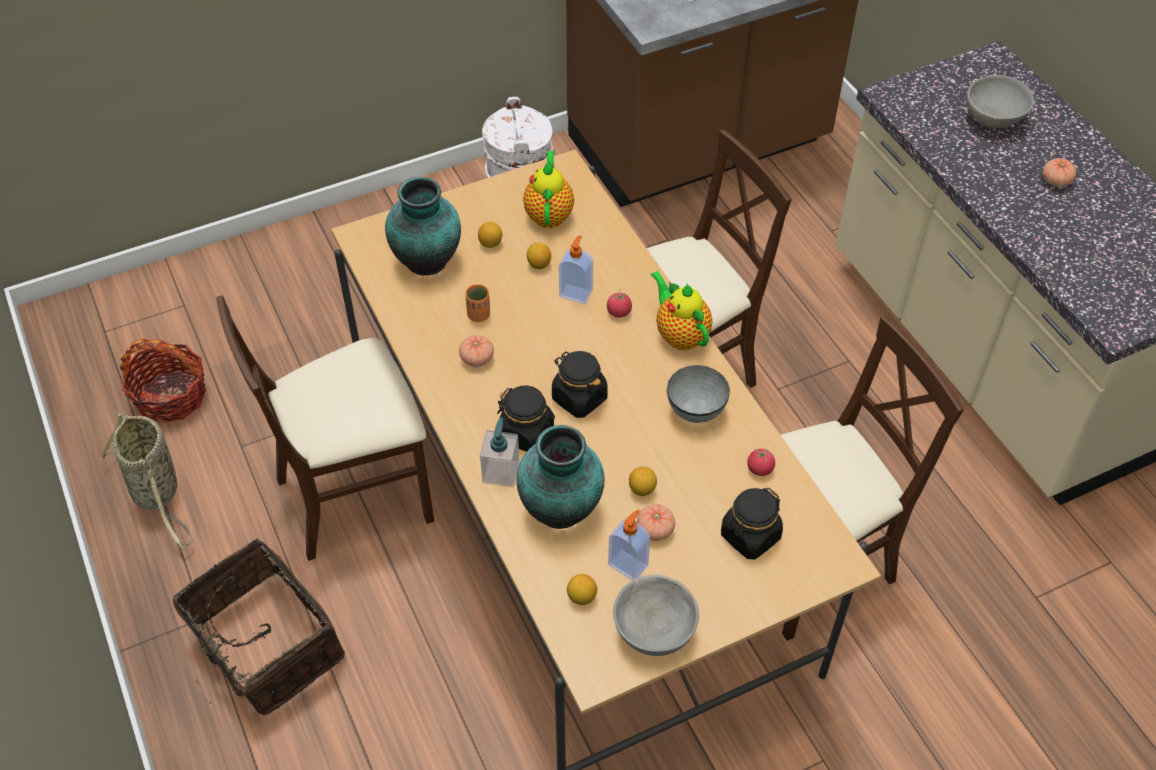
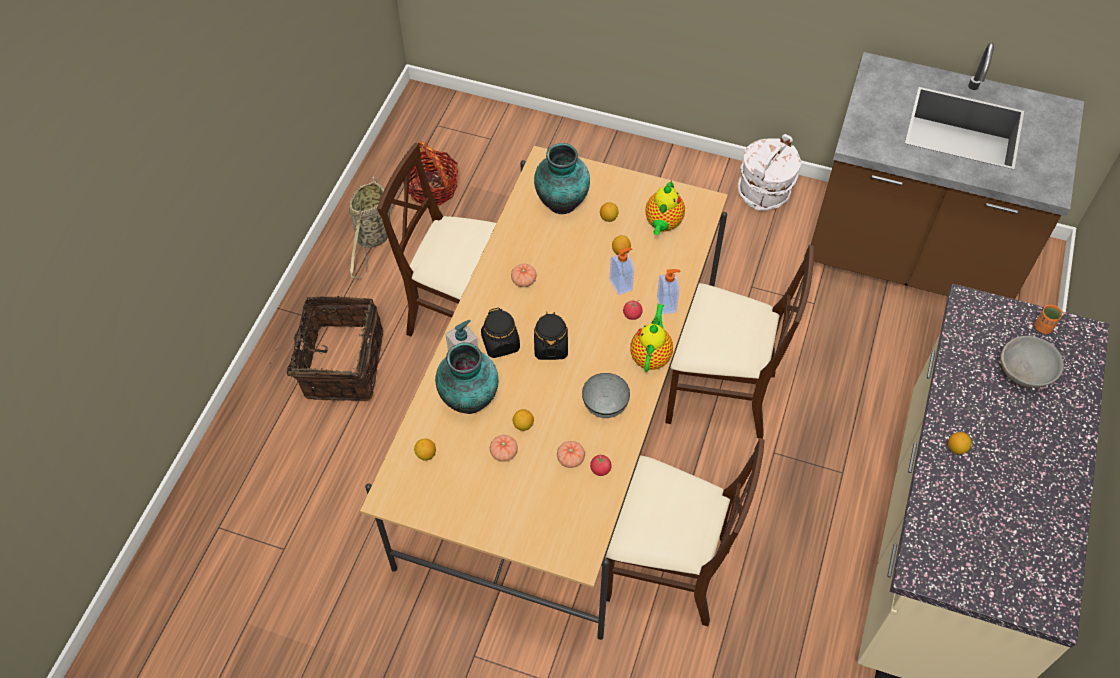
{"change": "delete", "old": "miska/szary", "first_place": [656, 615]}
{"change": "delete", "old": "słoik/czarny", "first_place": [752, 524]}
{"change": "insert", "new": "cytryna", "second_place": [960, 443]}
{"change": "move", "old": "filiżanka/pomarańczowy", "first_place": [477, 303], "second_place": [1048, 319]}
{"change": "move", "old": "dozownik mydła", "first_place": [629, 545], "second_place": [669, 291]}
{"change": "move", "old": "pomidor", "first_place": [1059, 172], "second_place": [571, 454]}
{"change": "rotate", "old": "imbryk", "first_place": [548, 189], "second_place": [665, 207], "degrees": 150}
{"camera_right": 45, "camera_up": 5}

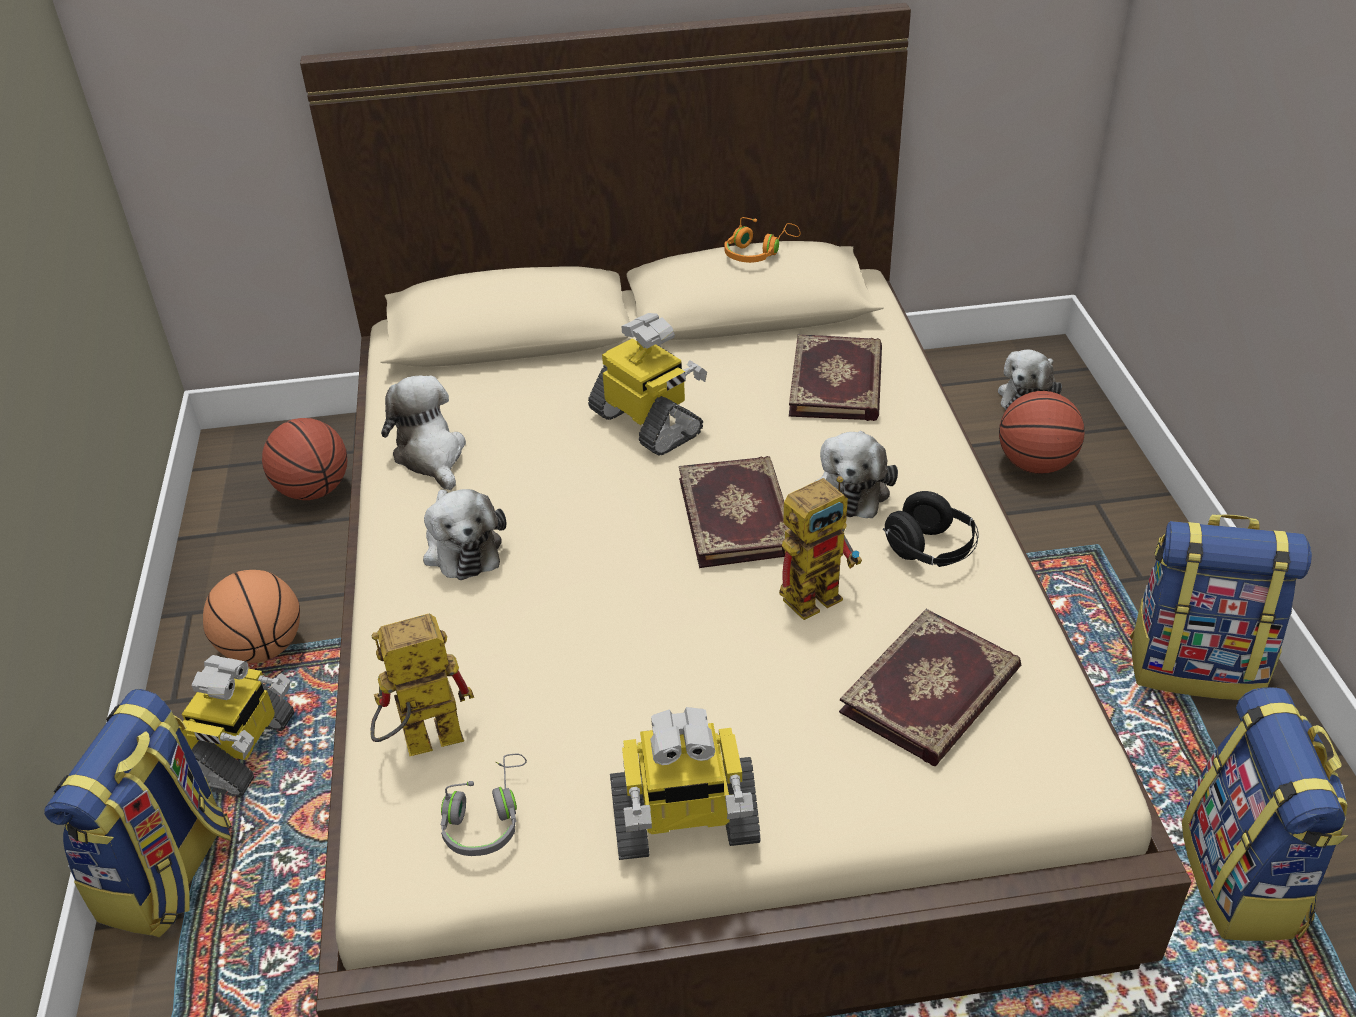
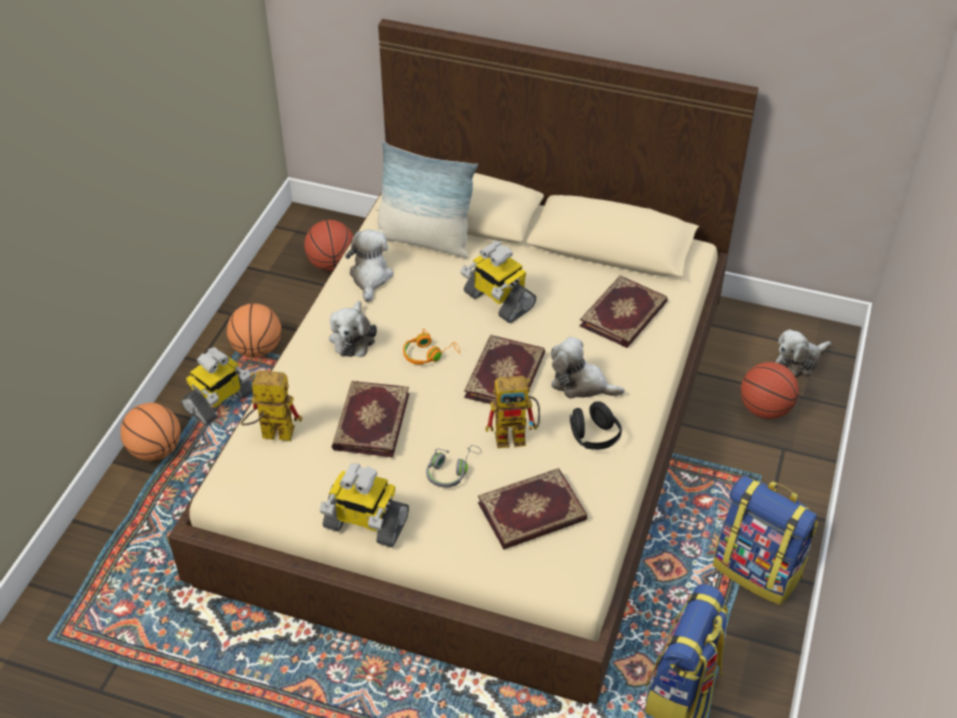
{"change": "insert", "new": "książka", "second_place": [370, 419]}
{"change": "insert", "new": "poduszka", "second_place": [427, 200]}
{"change": "move", "old": "słuchawki/szary", "first_place": [484, 805], "second_place": [454, 466]}
{"change": "move", "old": "słuchawki/pomarańczowy", "first_place": [762, 240], "second_place": [431, 346]}
{"change": "replace", "old": "plecak", "new": "piłka do koszykówki", "first_place": [138, 813], "second_place": [151, 432]}
{"change": "rotate", "old": "robot zabawkowy", "first_place": [647, 384], "second_place": [498, 282], "degrees": 150}
{"change": "rotate", "old": "pluszak", "first_place": [856, 474], "second_place": [587, 367], "degrees": 75}
{"camera_right": 25, "camera_up": 5}

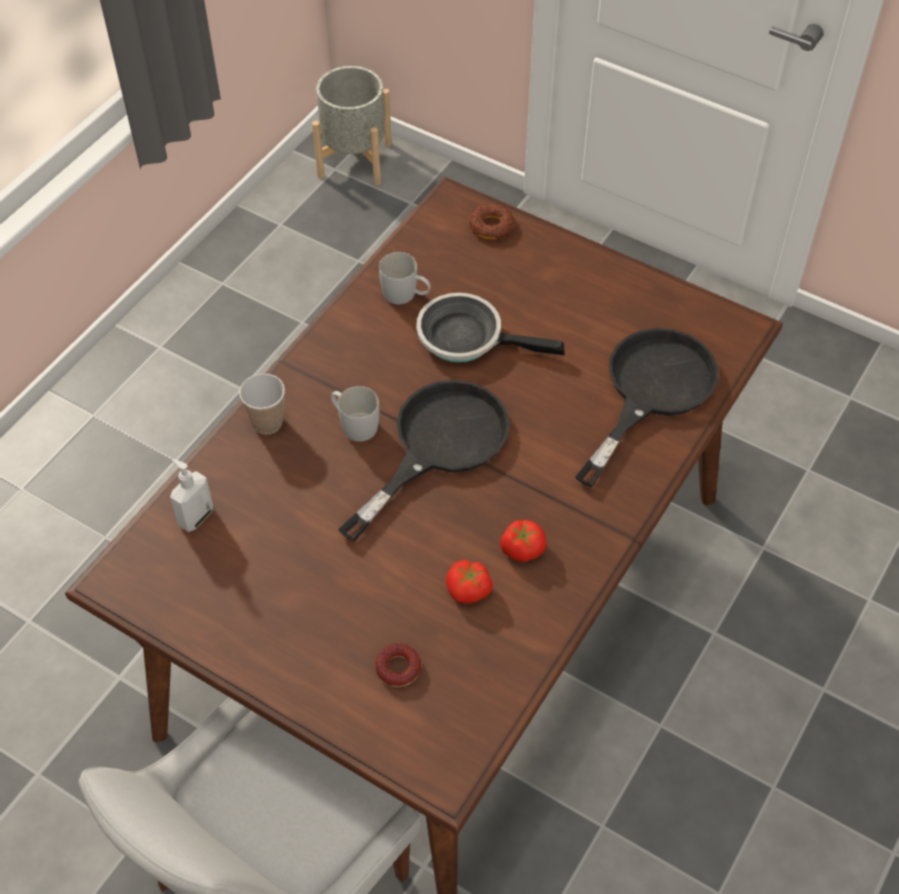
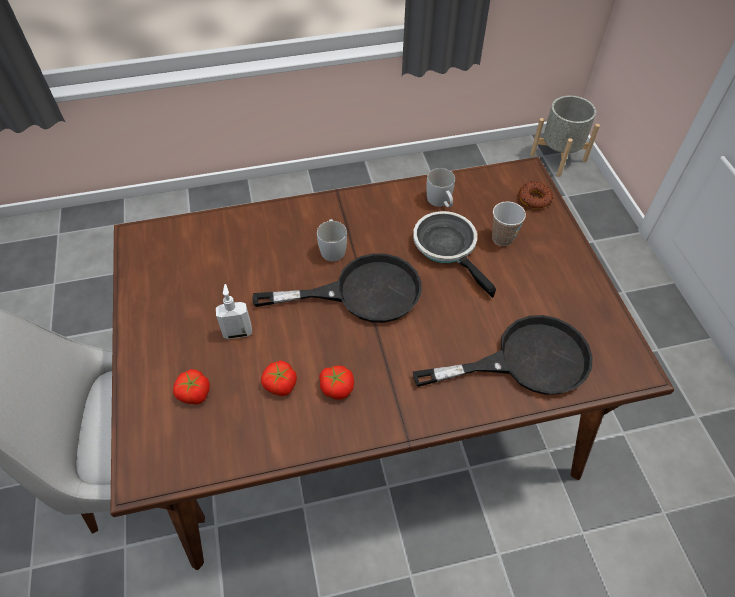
{"change": "move", "old": "dozownik mydła", "first_place": [191, 495], "second_place": [234, 311]}
{"change": "move", "old": "filiżanka", "first_place": [262, 403], "second_place": [509, 223]}
{"change": "replace", "old": "donut", "new": "pomidor", "first_place": [398, 665], "second_place": [191, 387]}
{"camera_right": 45, "camera_up": 0}

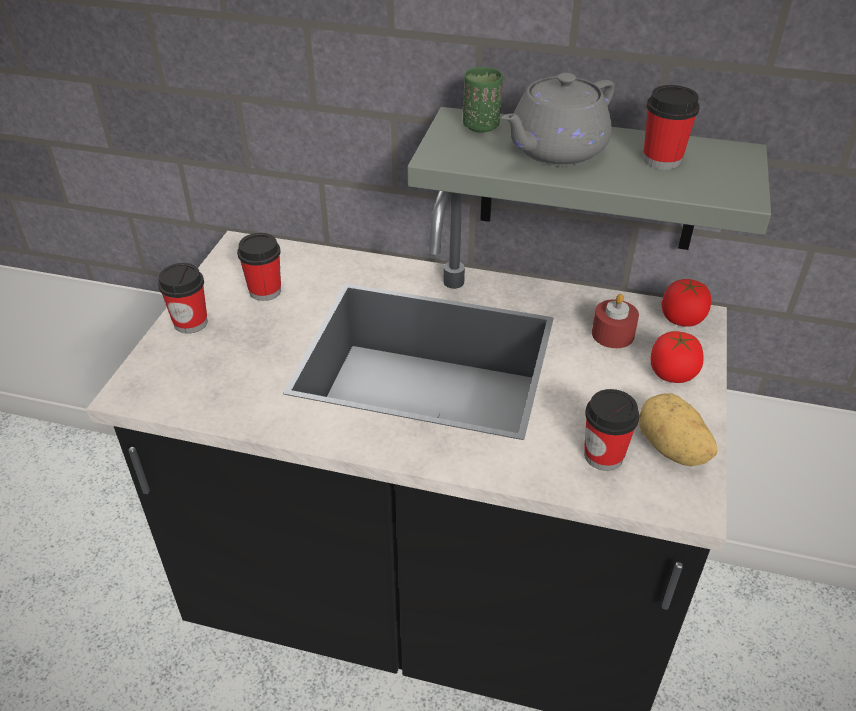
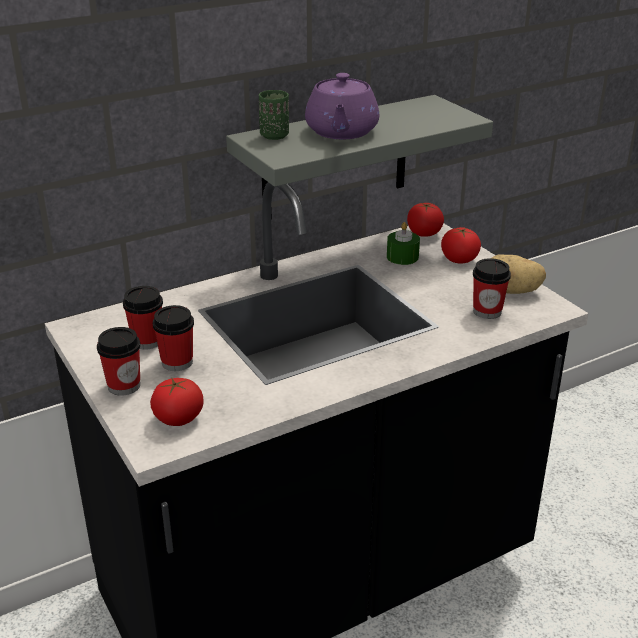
{"change": "insert", "new": "pomidor", "second_place": [176, 401]}
{"change": "move", "old": "filiżanka", "first_place": [671, 127], "second_place": [173, 338]}
{"change": "recolor", "old": "imbryk/szary", "new": "imbryk/fioletowy", "first_place": [558, 119], "second_place": [342, 106]}
{"change": "recolor", "old": "świeca/czerwony", "new": "świeca/zielony", "first_place": [615, 321], "second_place": [403, 243]}
{"camera_right": -45, "camera_up": -10}

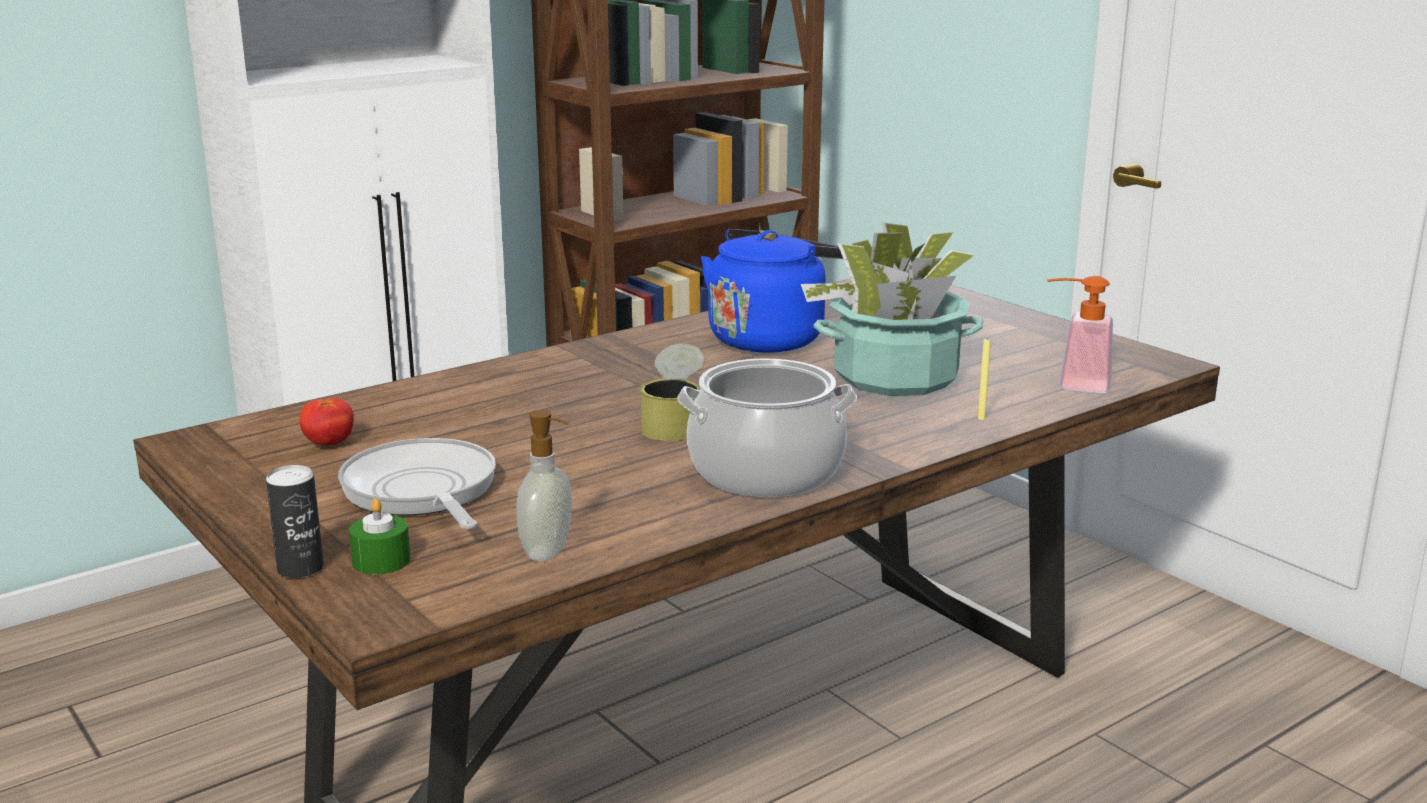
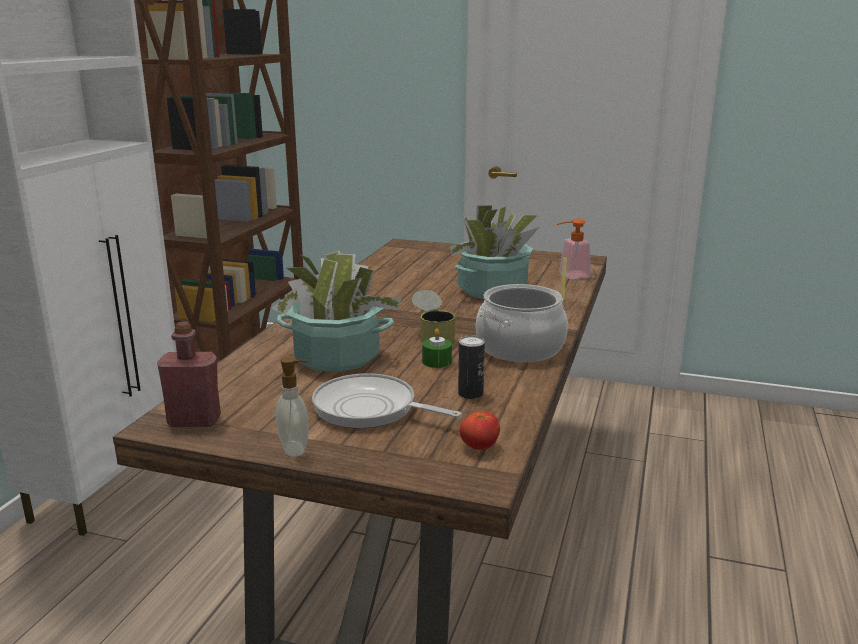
{"change": "delete", "old": "czajnik/niebieski", "first_place": [772, 291]}
{"change": "insert", "new": "butelka/czerwony", "second_place": [189, 374]}
{"change": "insert", "new": "roślina doniczkowa", "second_place": [336, 311]}
{"change": "move", "old": "puszka", "first_place": [295, 521], "second_place": [471, 367]}
{"change": "move", "old": "pomidor", "first_place": [327, 422], "second_place": [480, 430]}
{"change": "move", "old": "świeca/zielony", "first_place": [380, 536], "second_place": [437, 348]}
{"change": "move", "old": "dozownik mydła", "first_place": [544, 485], "second_place": [292, 407]}
{"camera_right": -35, "camera_up": 0}

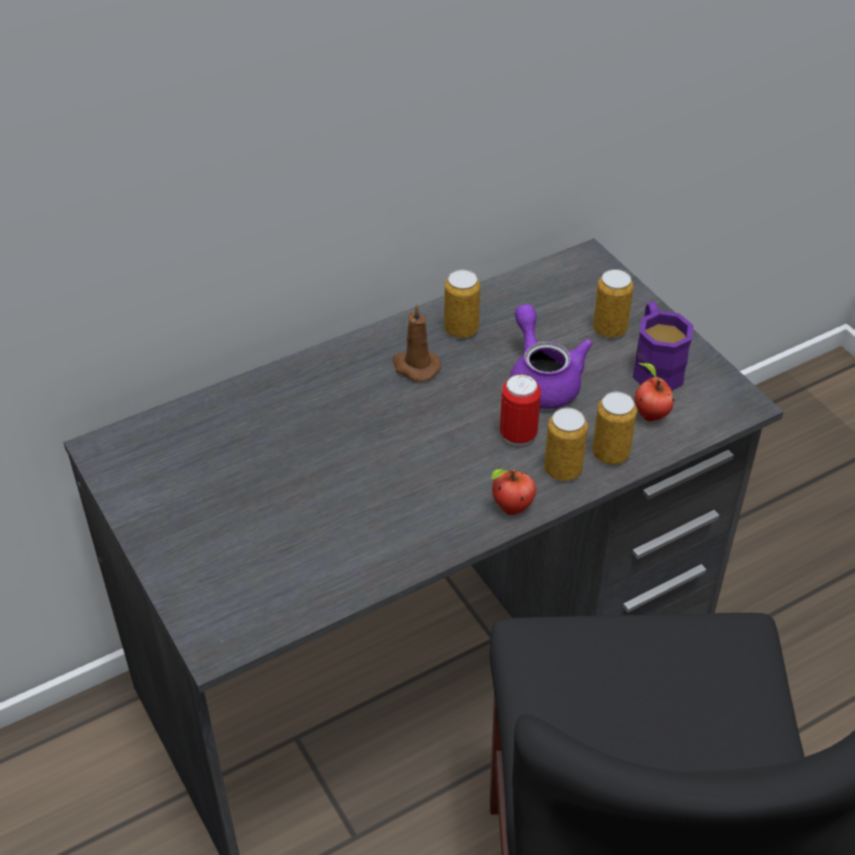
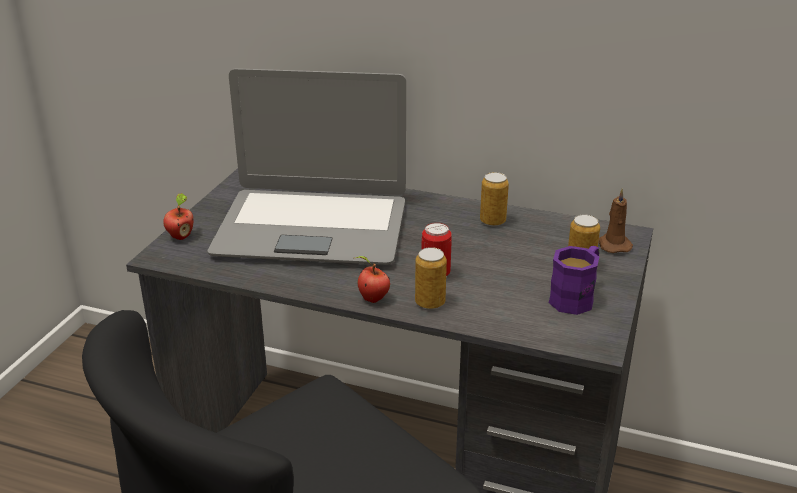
{"change": "delete", "old": "imbryk/fioletowy", "first_place": [551, 356]}
{"change": "delete", "old": "puszka", "first_place": [614, 428]}
{"change": "insert", "new": "laptop", "second_place": [307, 166]}
{"change": "move", "old": "świeca/brązowy", "first_place": [416, 342], "second_place": [615, 220]}
{"change": "move", "old": "jabłko", "first_place": [654, 391], "second_place": [178, 216]}
{"camera_right": 50, "camera_up": -15}

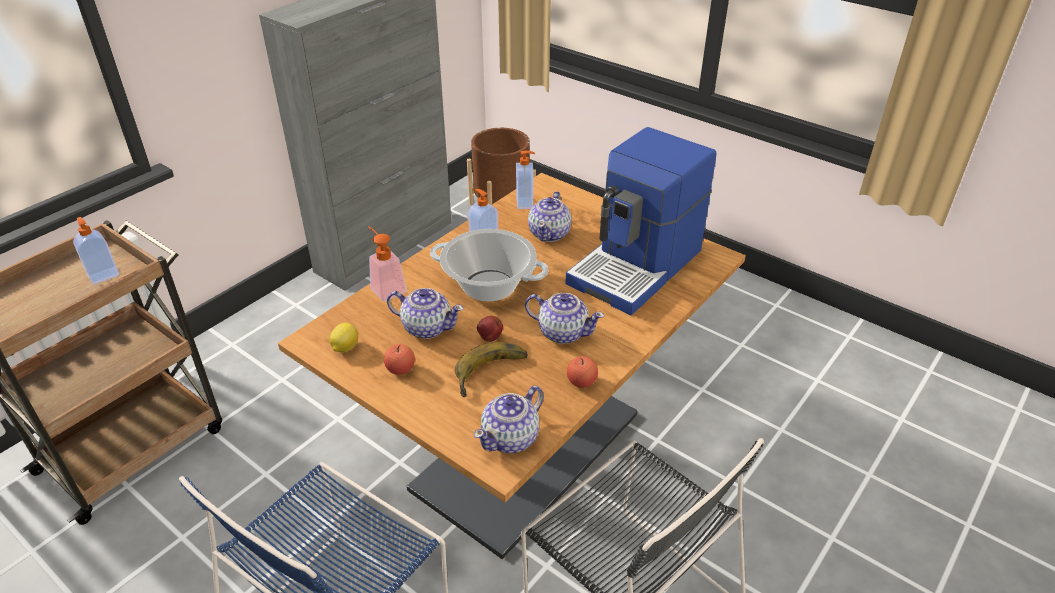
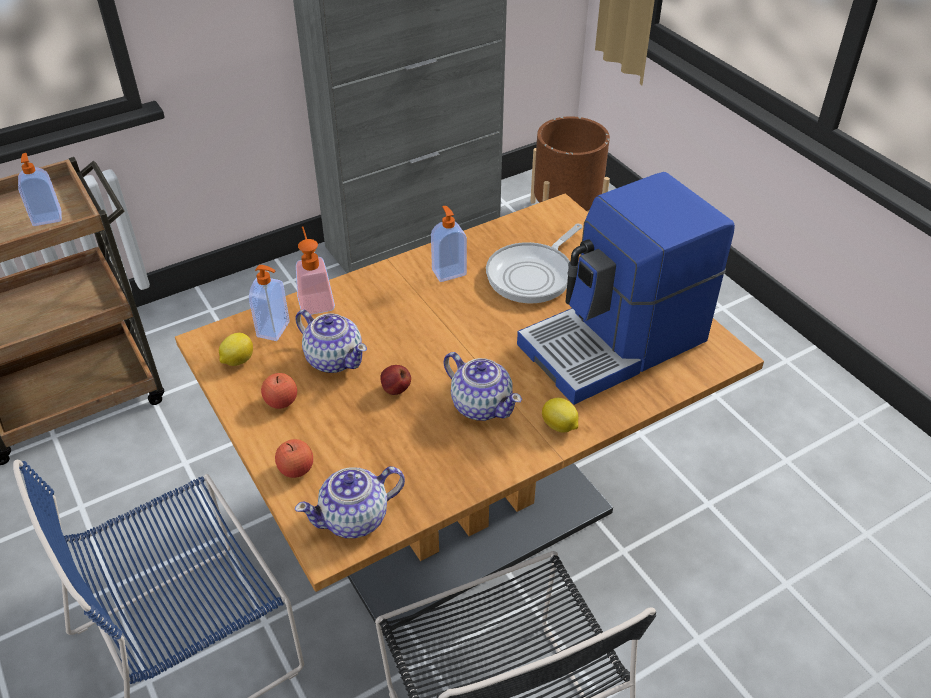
{"change": "delete", "old": "garnek", "first_place": [489, 265]}
{"change": "delete", "old": "banan", "first_place": [491, 369]}
{"change": "insert", "new": "cytryna", "second_place": [560, 415]}
{"change": "move", "old": "dozownik mydła", "first_place": [525, 180], "second_place": [269, 303]}
{"change": "move", "old": "jabłko", "first_place": [582, 372], "second_place": [294, 458]}
{"change": "replace", "old": "imbryk", "new": "patelnia", "first_place": [550, 216], "second_place": [534, 263]}
{"camera_right": 20, "camera_up": 5}

